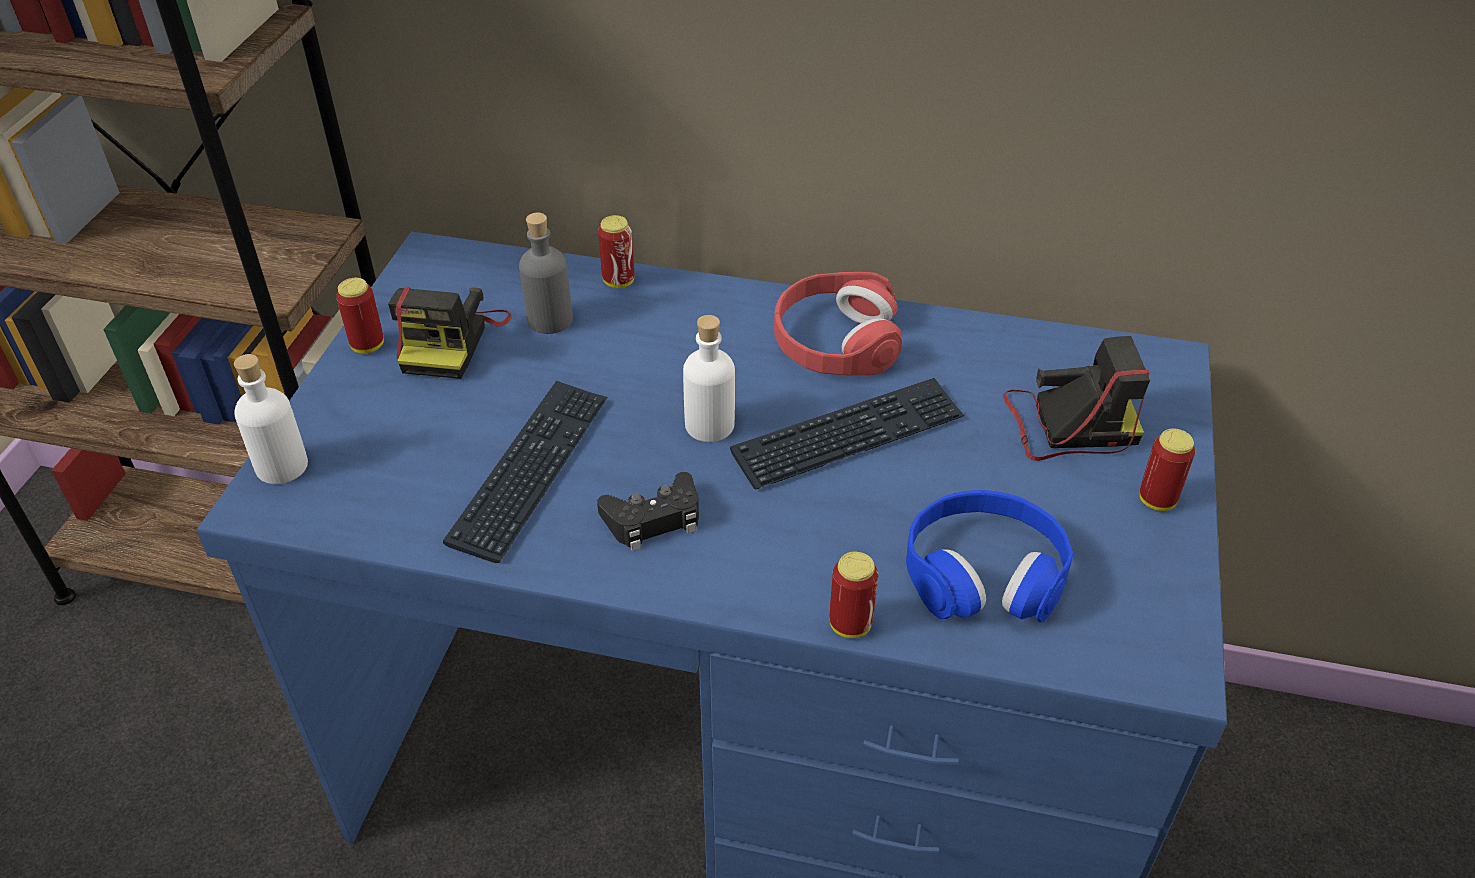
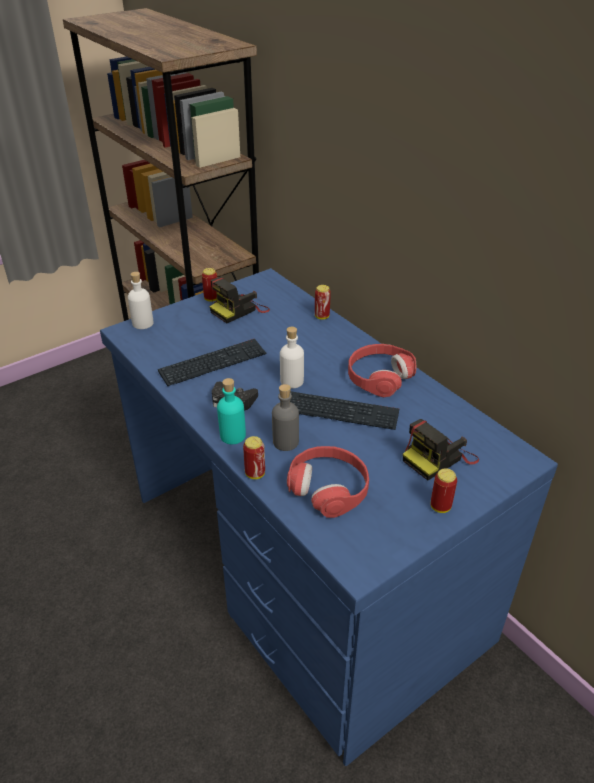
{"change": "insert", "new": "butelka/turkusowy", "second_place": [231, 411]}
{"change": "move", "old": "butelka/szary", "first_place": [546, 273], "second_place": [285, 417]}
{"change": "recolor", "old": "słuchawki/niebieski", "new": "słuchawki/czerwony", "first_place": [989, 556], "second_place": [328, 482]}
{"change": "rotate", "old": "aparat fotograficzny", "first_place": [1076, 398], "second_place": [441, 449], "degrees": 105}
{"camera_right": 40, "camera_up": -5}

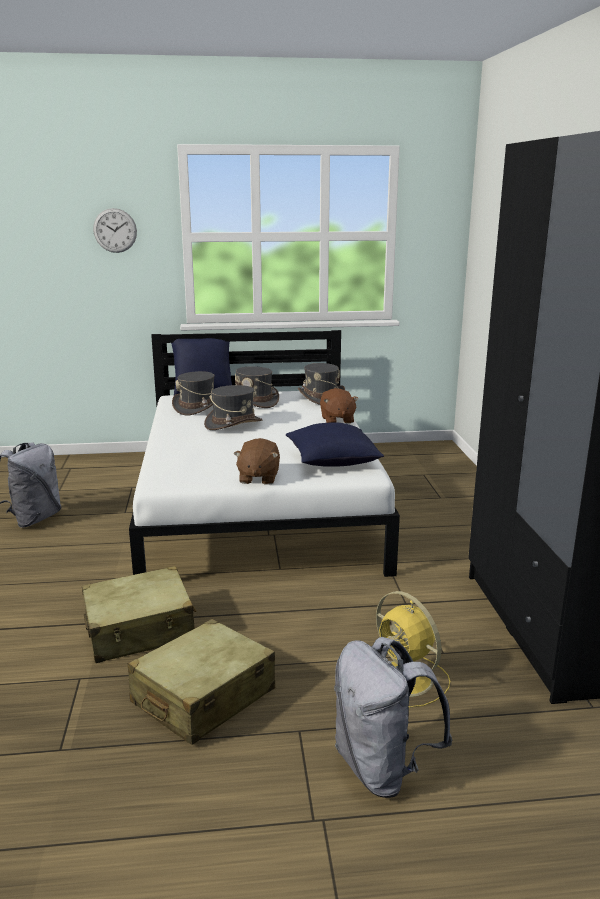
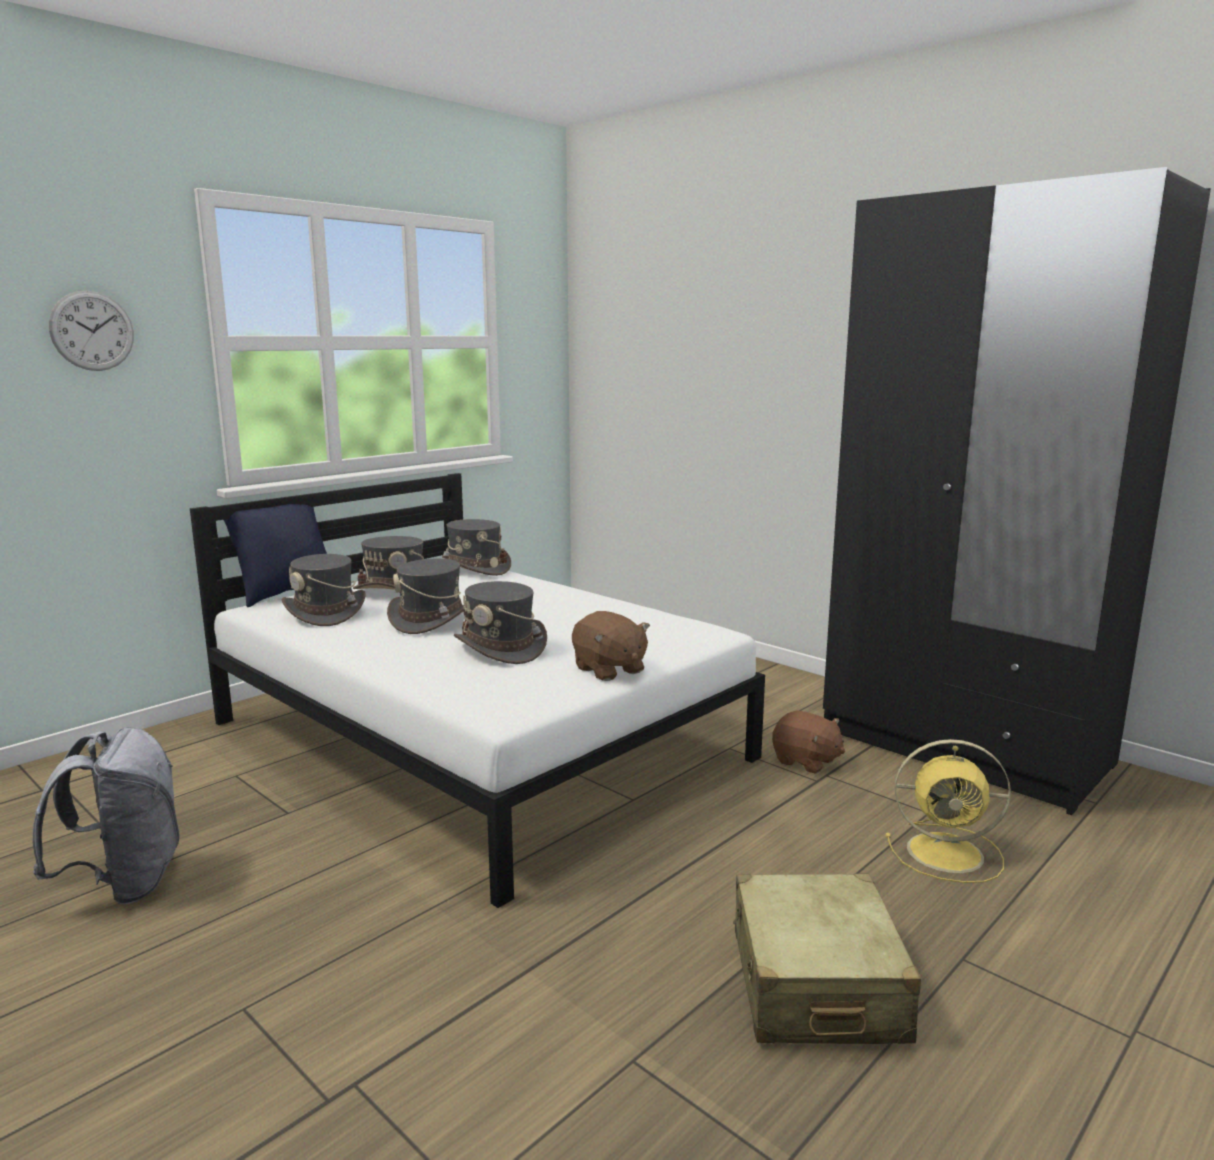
{"change": "delete", "old": "walizka/beżowy", "first_place": [139, 614]}
{"change": "delete", "old": "poduszka/niebieski", "first_place": [335, 444]}
{"change": "delete", "old": "plecak/szary", "first_place": [393, 717]}
{"change": "insert", "new": "kapelusz/szary", "second_place": [500, 622]}
{"change": "move", "old": "pluszak/brązowy", "first_place": [339, 406], "second_place": [808, 742]}
{"camera_right": -40, "camera_up": -5}

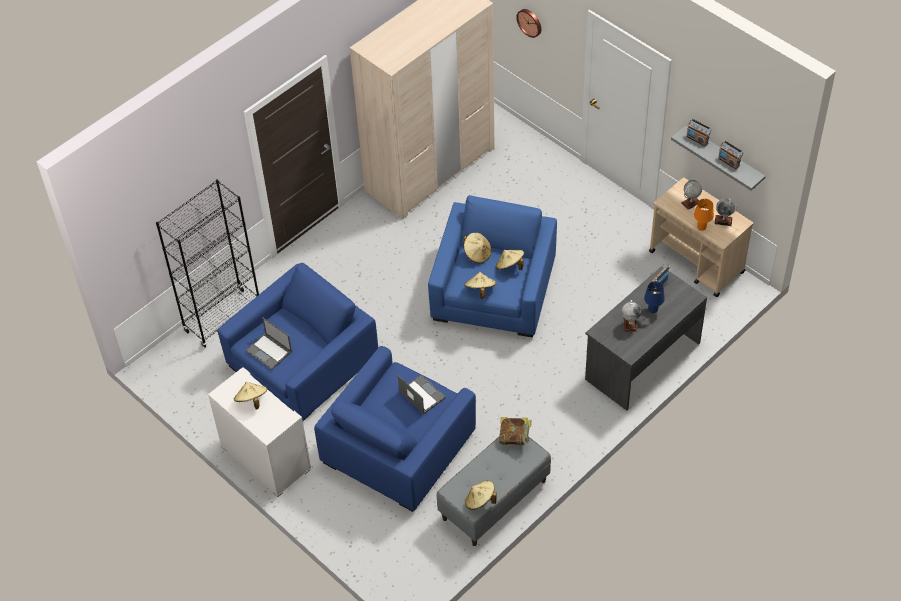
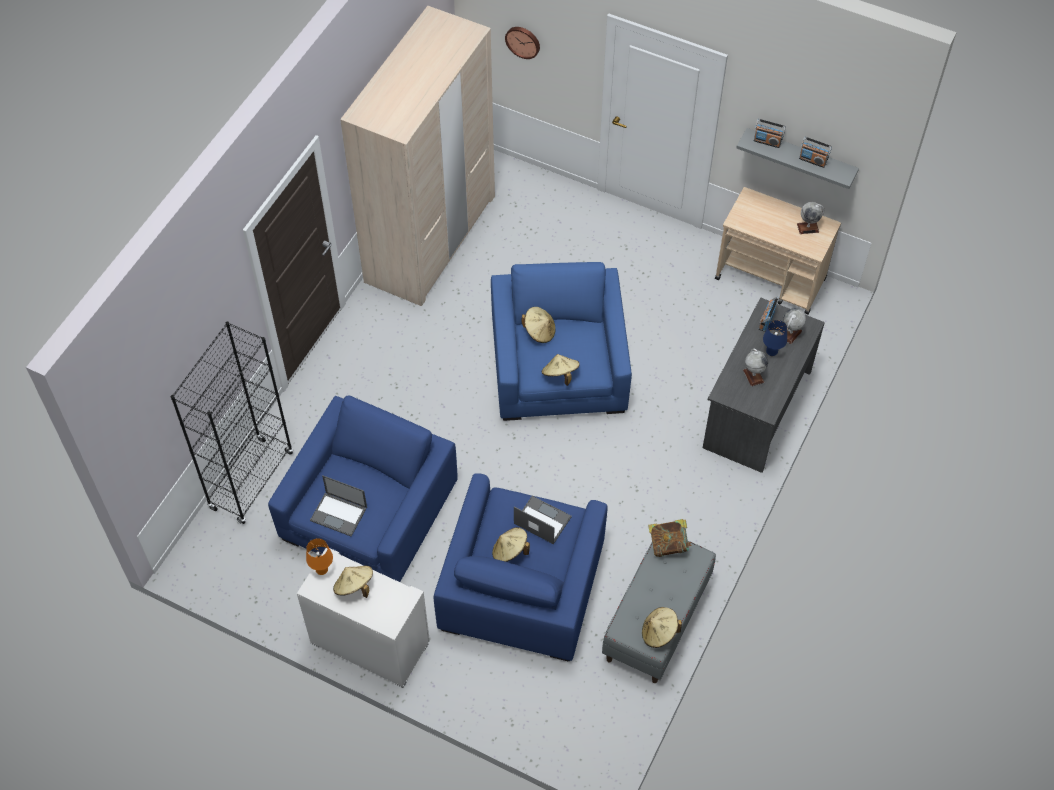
{"change": "move", "old": "kapelusz/beżowy", "first_place": [510, 260], "second_place": [511, 544]}
{"change": "move", "old": "globus", "first_place": [691, 195], "second_place": [794, 326]}
{"change": "move", "old": "lampa stołowa/pomarańczowy", "first_place": [704, 215], "second_place": [319, 556]}
{"camera_right": -20, "camera_up": 5}

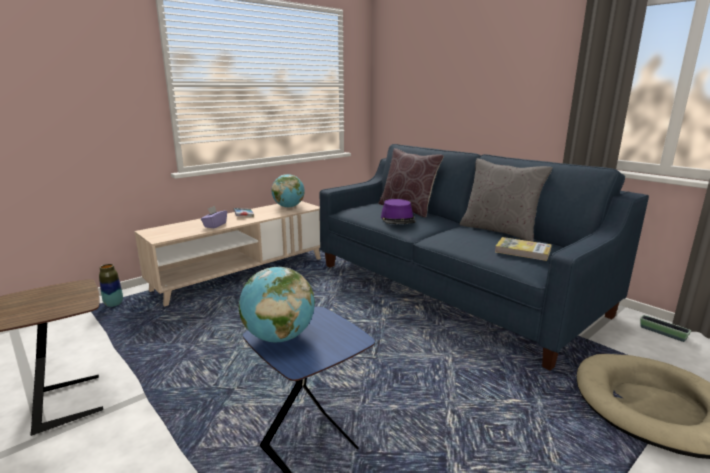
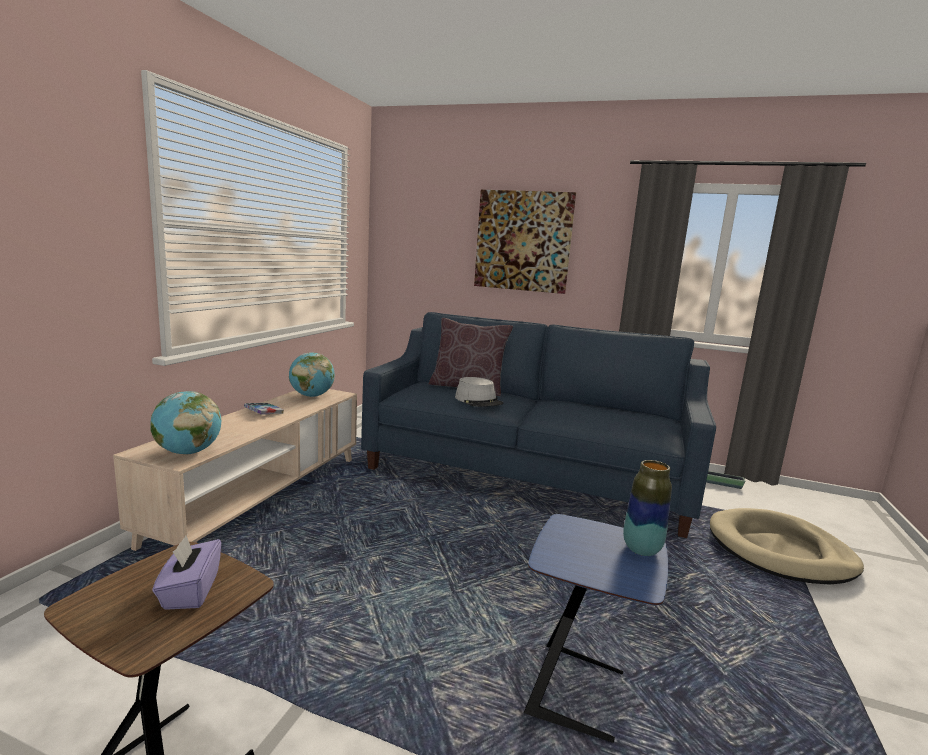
{"change": "delete", "old": "poduszka/szary", "first_place": [506, 200]}
{"change": "delete", "old": "książka", "first_place": [523, 249]}
{"change": "insert", "new": "obraz", "second_place": [525, 242]}
{"change": "move", "old": "wazon", "first_place": [111, 285], "second_place": [647, 508]}
{"change": "move", "old": "pudełko chusteczek/fioletowy", "first_place": [214, 217], "second_place": [187, 572]}
{"change": "move", "old": "globus", "first_place": [277, 304], "second_place": [185, 422]}
{"change": "recolor", "old": "kapelusz/fioletowy", "new": "kapelusz/szary", "first_place": [398, 211], "second_place": [479, 392]}
{"camera_right": -30, "camera_up": -5}

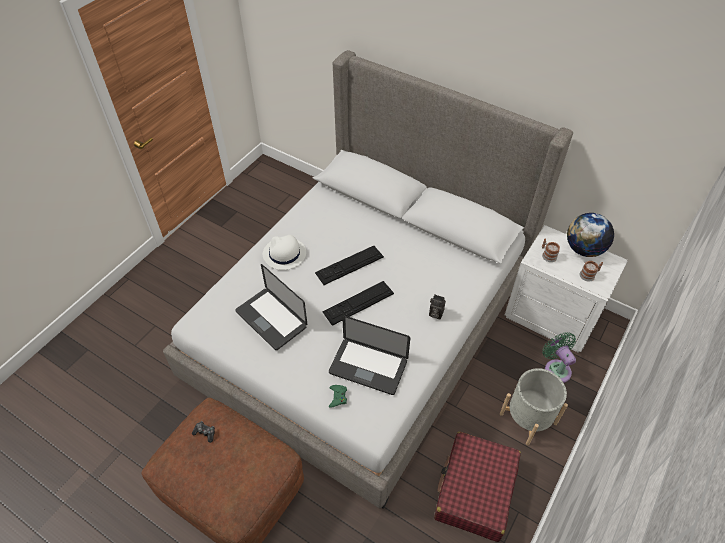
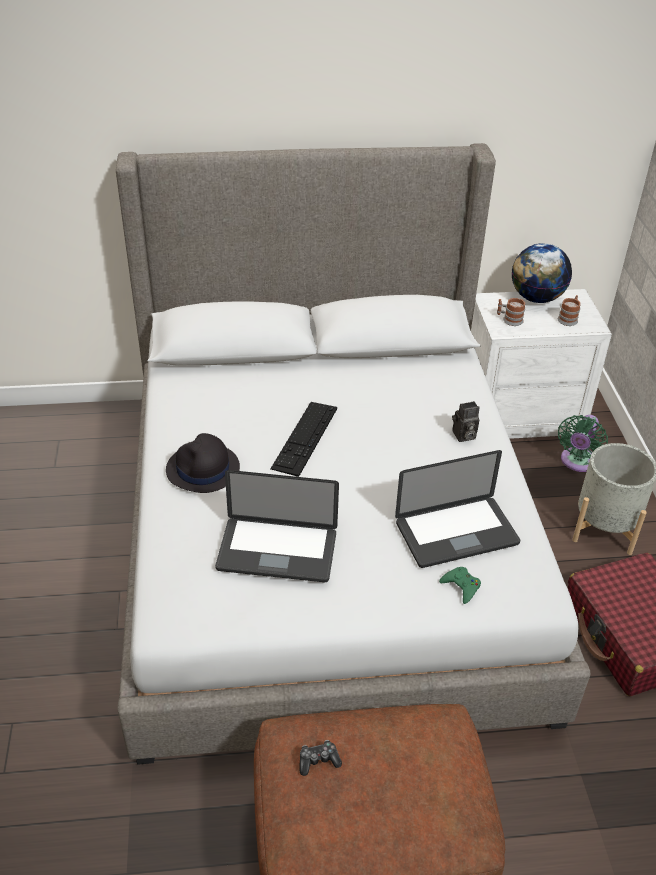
{"change": "delete", "old": "klawiatura", "first_place": [358, 303]}
{"change": "recolor", "old": "kapelusz/biały", "new": "kapelusz/czarny", "first_place": [284, 252], "second_place": [203, 463]}
{"change": "rotate", "old": "wentylator/zielony", "first_place": [559, 357], "second_place": [583, 443], "degrees": -90}
{"camera_right": -40, "camera_up": -10}

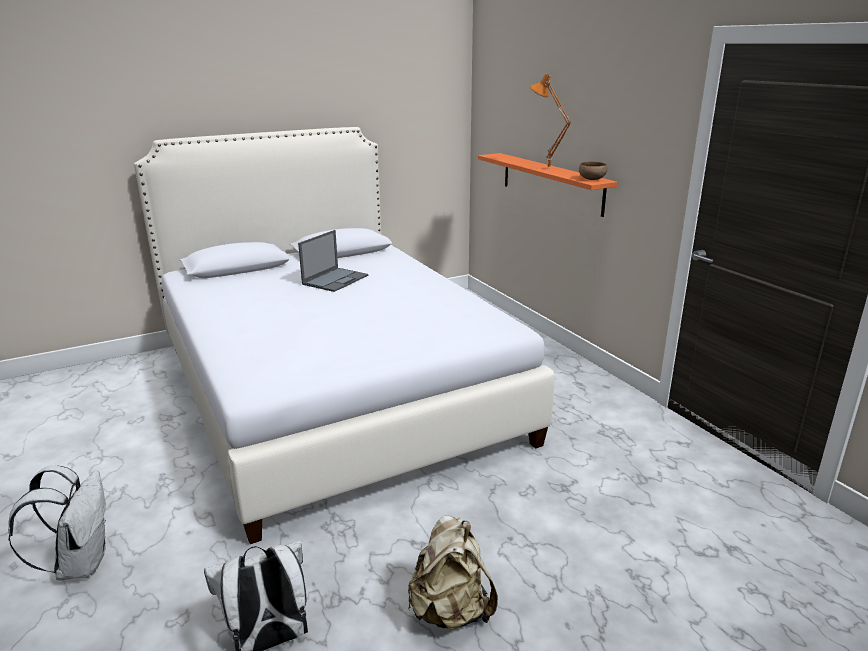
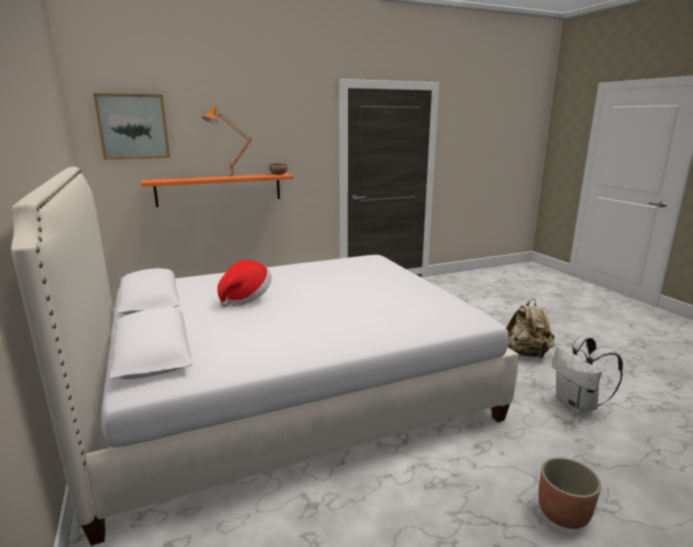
{"change": "insert", "new": "obraz", "second_place": [131, 126]}
{"change": "replace", "old": "plecak/biały", "new": "donica", "first_place": [57, 522], "second_place": [570, 493]}
{"change": "replace", "old": "laptop", "new": "kapelusz", "first_place": [333, 261], "second_place": [244, 283]}
{"camera_right": -85, "camera_up": -5}

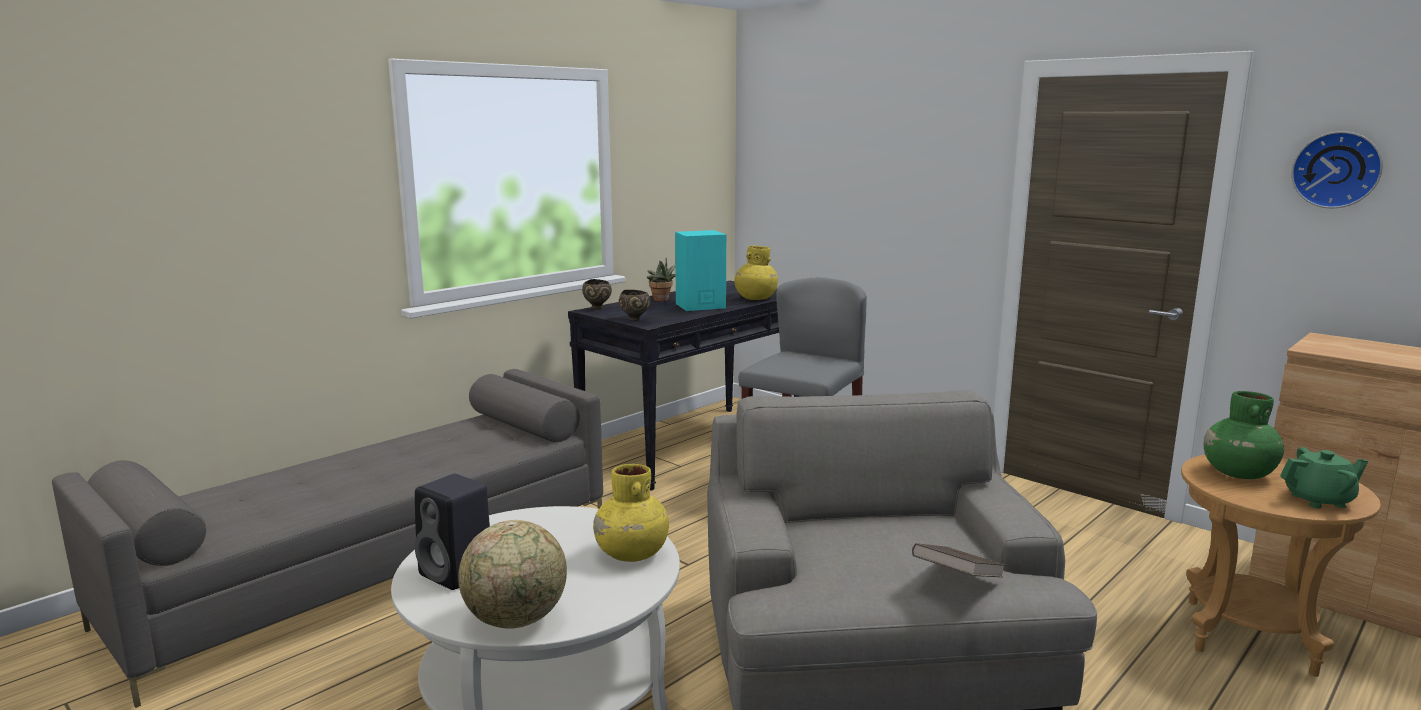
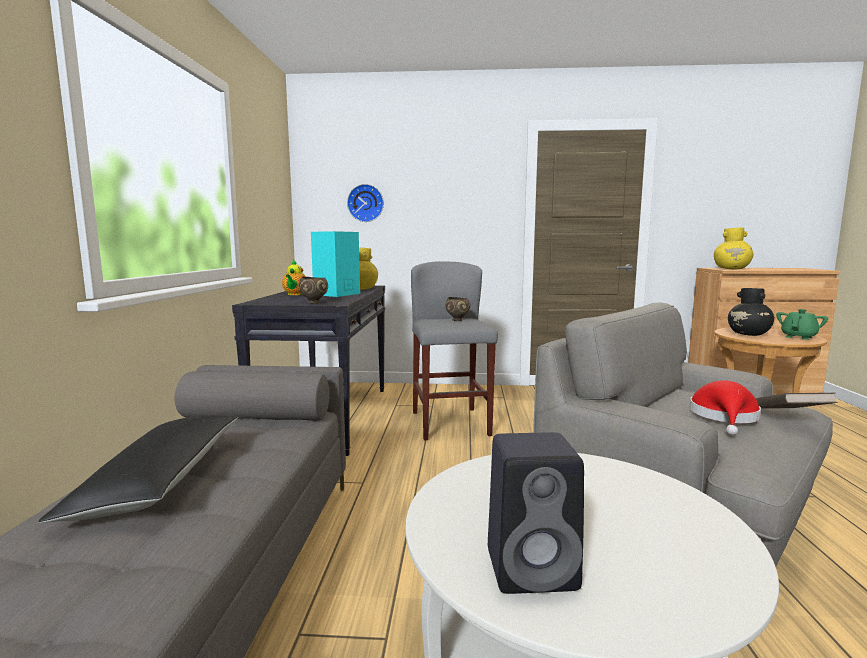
{"change": "delete", "old": "globus", "first_place": [512, 574]}
{"change": "insert", "new": "poduszka/czarny", "second_place": [138, 469]}
{"change": "insert", "new": "kapelusz/czerwony", "second_place": [725, 407]}
{"change": "move", "old": "miska/brązowy", "first_place": [597, 294], "second_place": [457, 309]}
{"change": "move", "old": "wazon/żółty", "first_place": [631, 513], "second_place": [733, 248]}
{"change": "move", "old": "zegar ścienny", "first_place": [1337, 169], "second_place": [365, 203]}
{"change": "replace", "old": "roślina doniczkowa", "new": "imbryk", "first_place": [661, 279], "second_place": [294, 277]}
{"change": "recolor", "old": "wazon/zielony", "new": "wazon/czarny", "first_place": [1244, 435], "second_place": [751, 312]}
{"camera_right": -40, "camera_up": -5}

